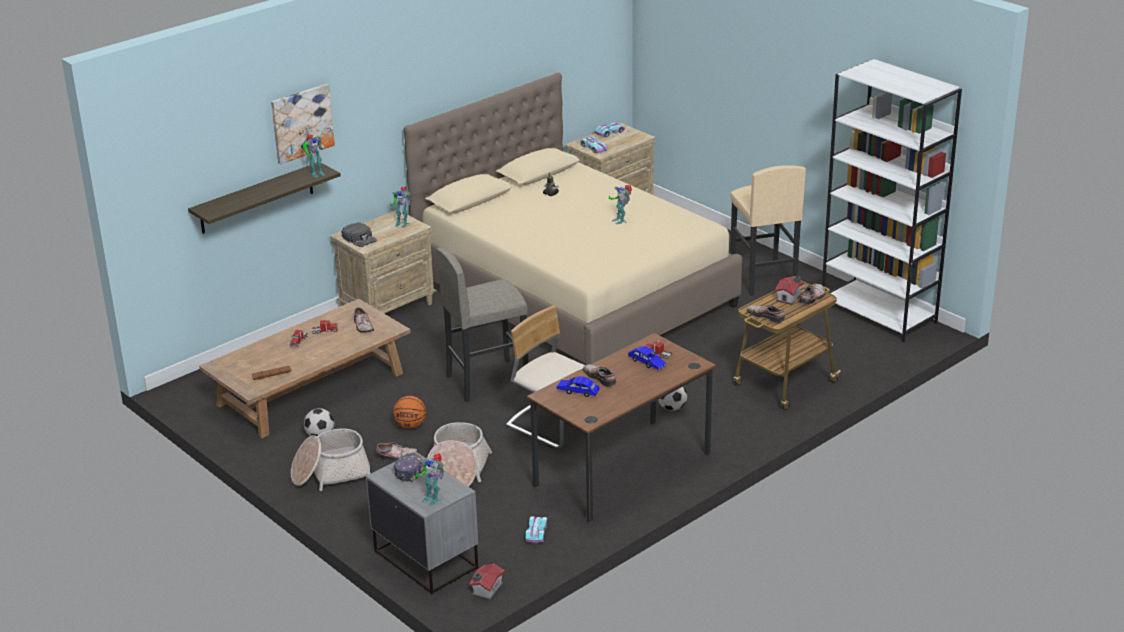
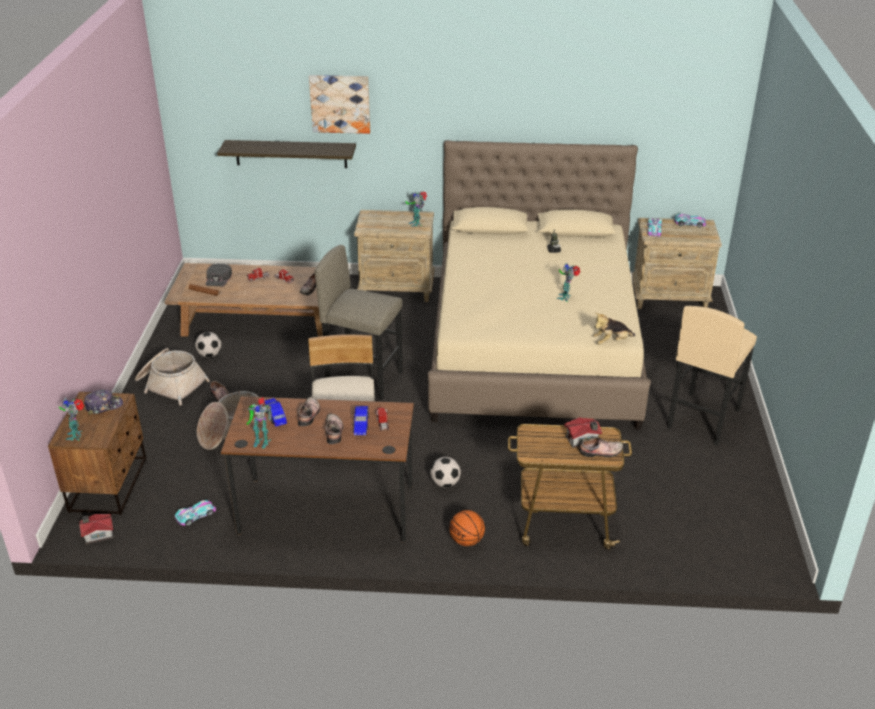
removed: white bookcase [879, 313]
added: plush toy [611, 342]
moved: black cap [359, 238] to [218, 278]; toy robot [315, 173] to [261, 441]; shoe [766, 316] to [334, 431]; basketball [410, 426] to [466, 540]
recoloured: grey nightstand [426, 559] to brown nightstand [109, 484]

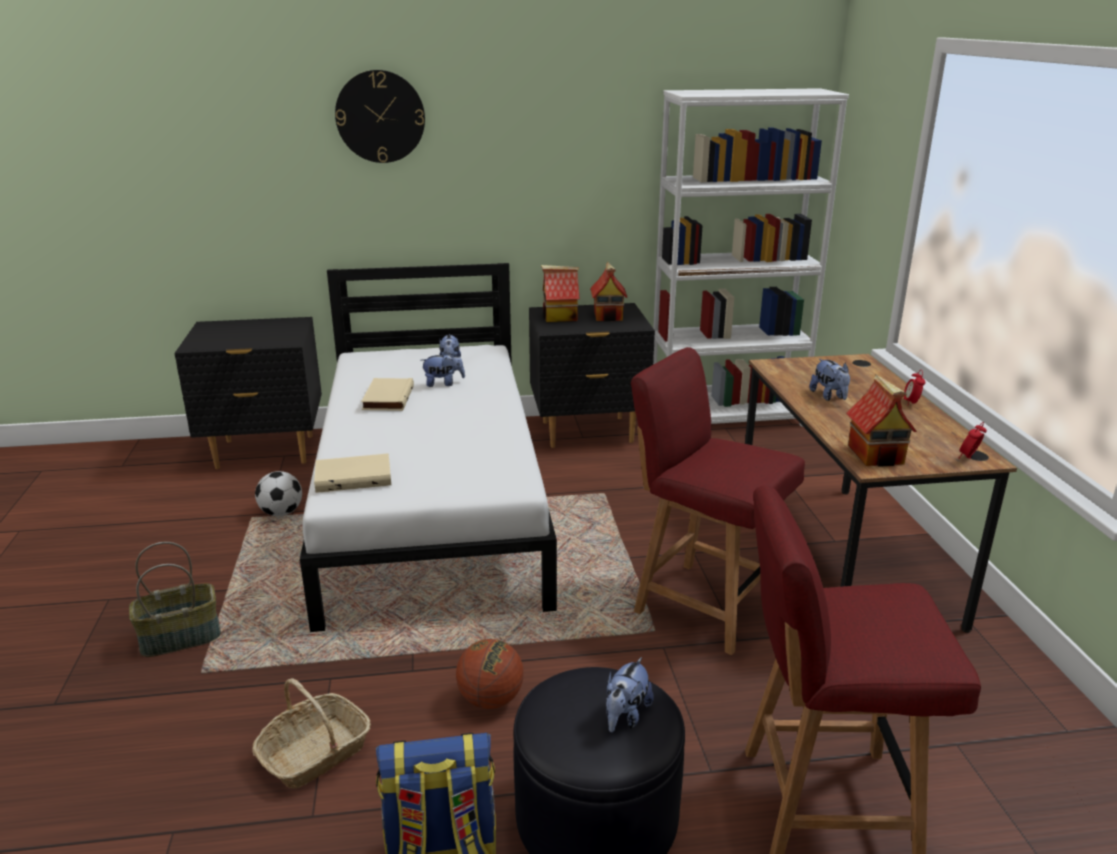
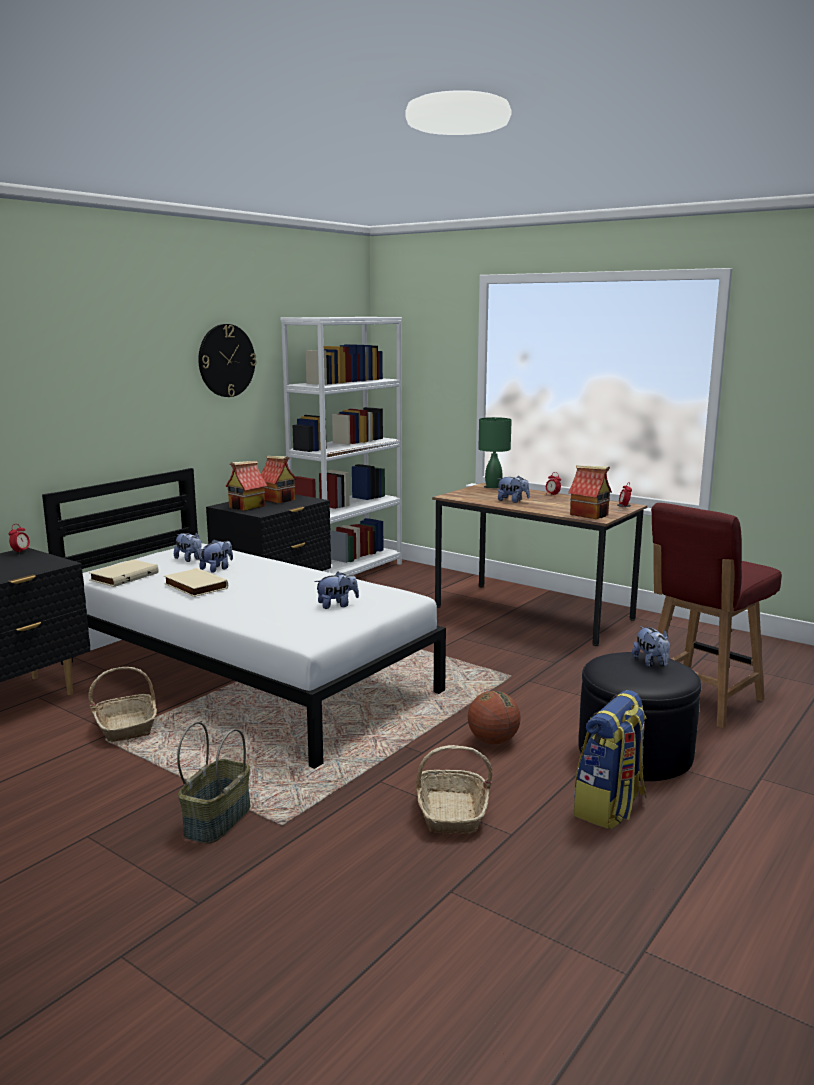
removed: red chair [703, 604]
added: alarm clock [20, 552]; plush toy [337, 605]; green table lamp [493, 486]
moved: beige book [354, 476] to [123, 576]; wall clock [380, 117] to [226, 360]
replaced: football [281, 513] to basket [126, 727]

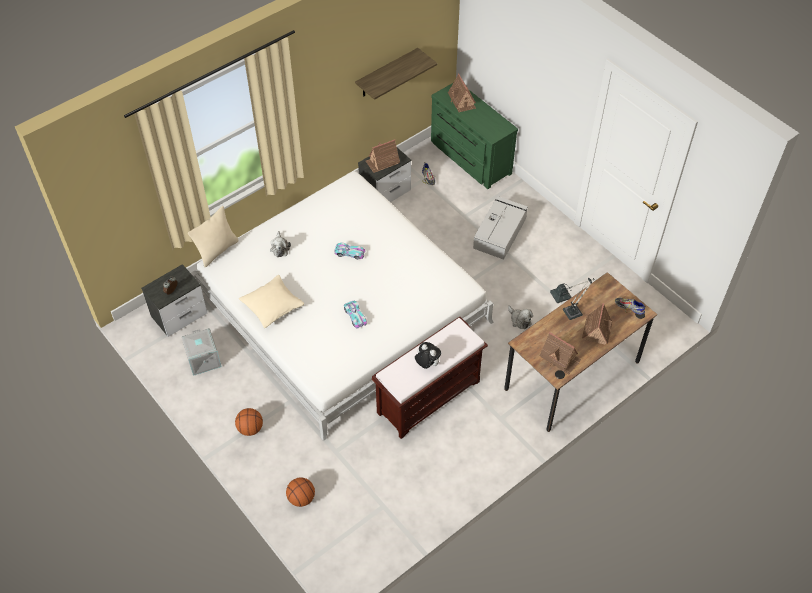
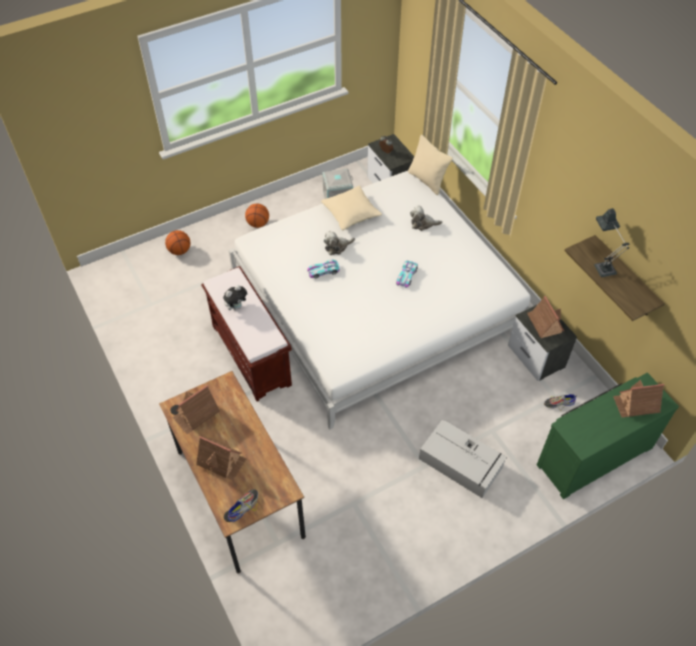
moved: plush toy [519, 320] to [337, 247]; table lamp [568, 314] to [602, 266]

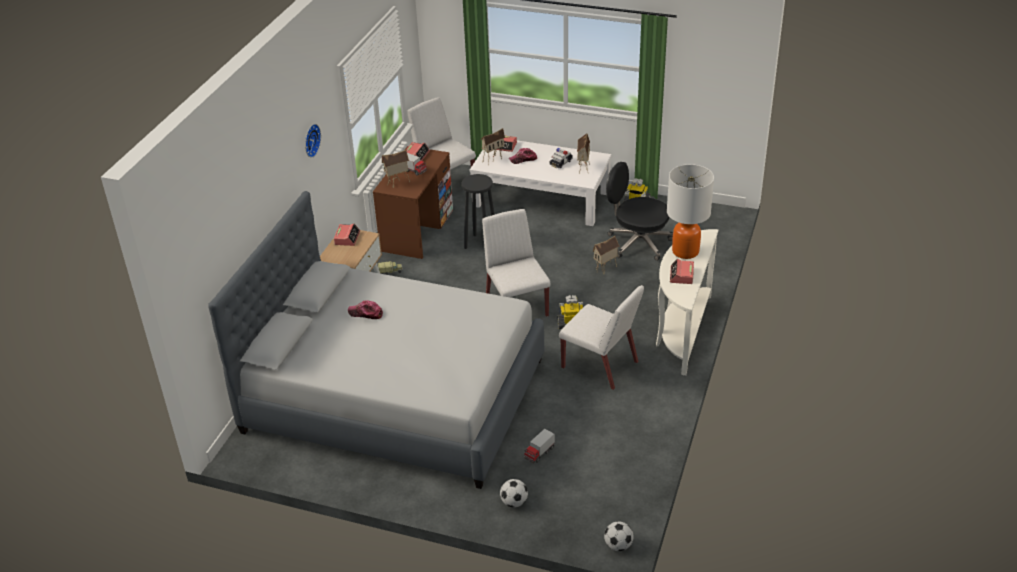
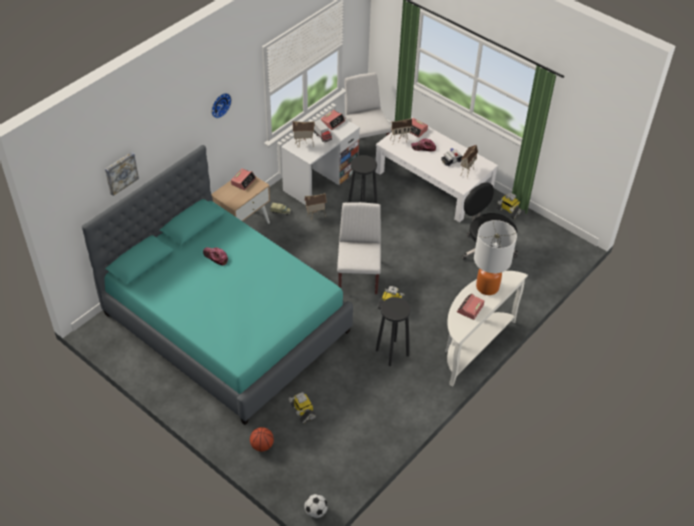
added: picture [120, 173]
moved: toy house [606, 269] to [315, 216]
replaced: football [514, 502] to basketball [262, 445]; toy truck [539, 453] to toy robot [302, 412]; white chair [600, 365] to black stool [392, 353]
recoloured: grey bed [395, 395] to turquoise bed [227, 322]; brown desk [417, 230] to white desk [320, 180]

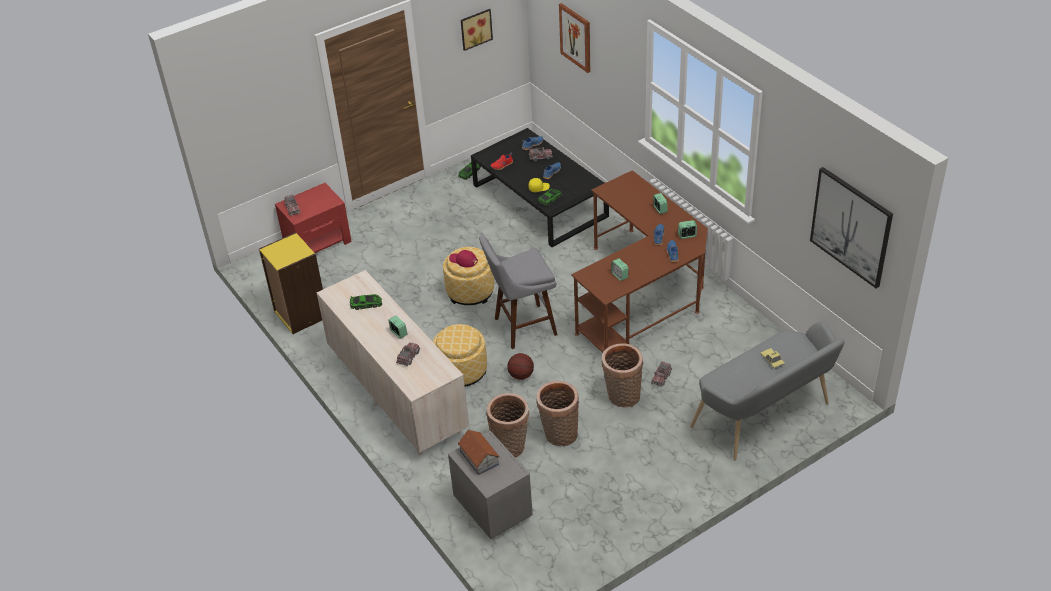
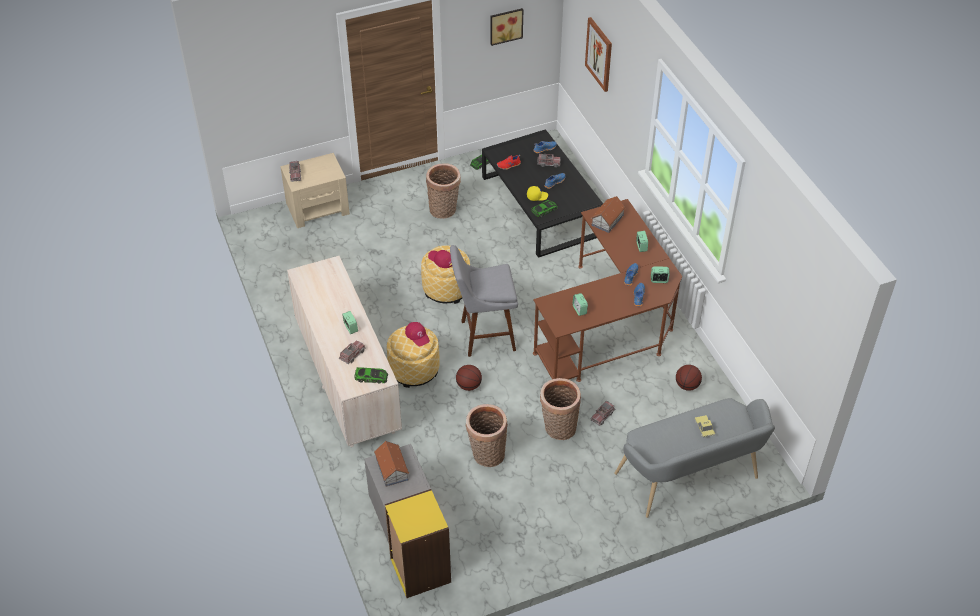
removed: picture [851, 226]
added: red cap [417, 335]; toy house [608, 220]; basketball [687, 385]
moved: toy car [366, 304] to [371, 377]; yellow bookcase [300, 314] to [419, 570]; basket [510, 447] to [444, 210]
recoloured: red nightstand [318, 242] to beige nightstand [318, 208]

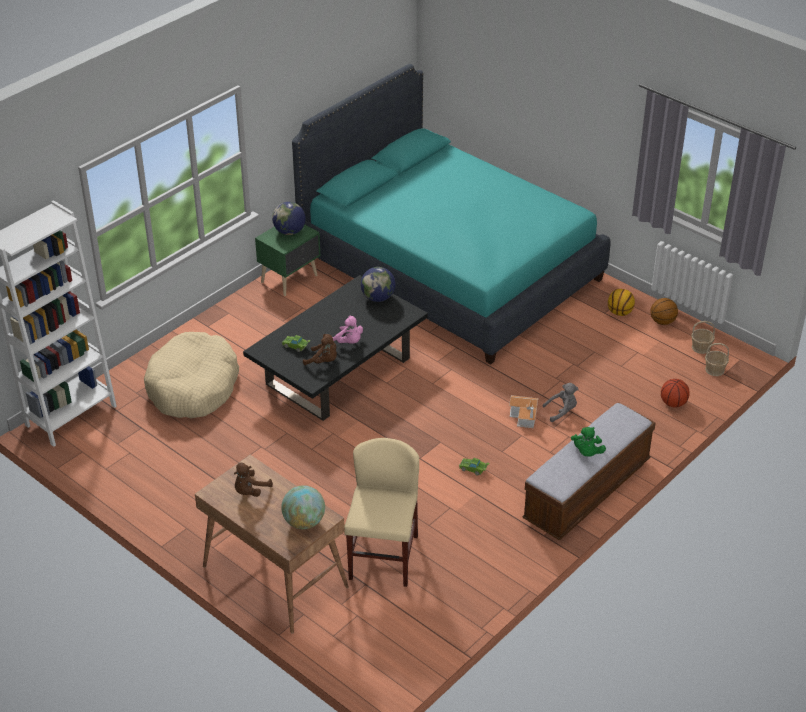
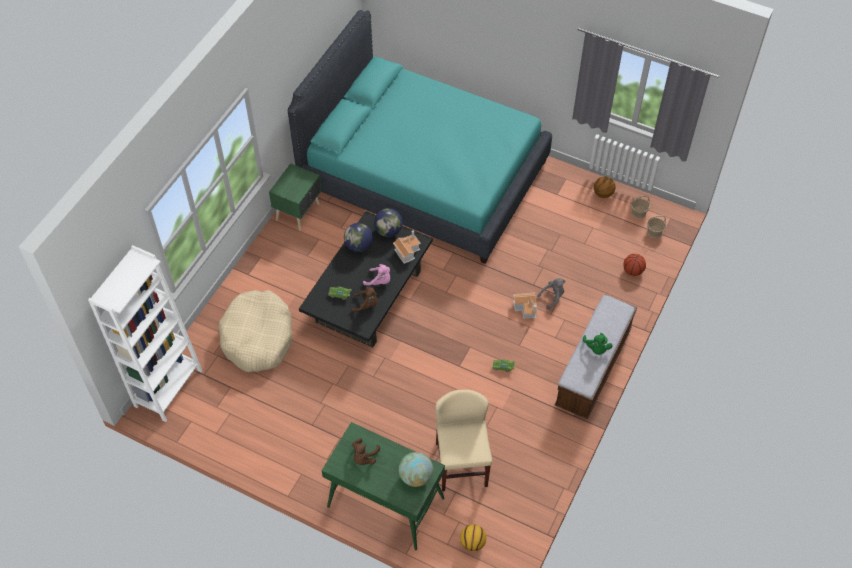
added: toy house [407, 251]
moved: globe [289, 232] to [359, 246]; basketball [619, 312] to [472, 543]
recoloured: brown desk [274, 577] to green desk [385, 503]

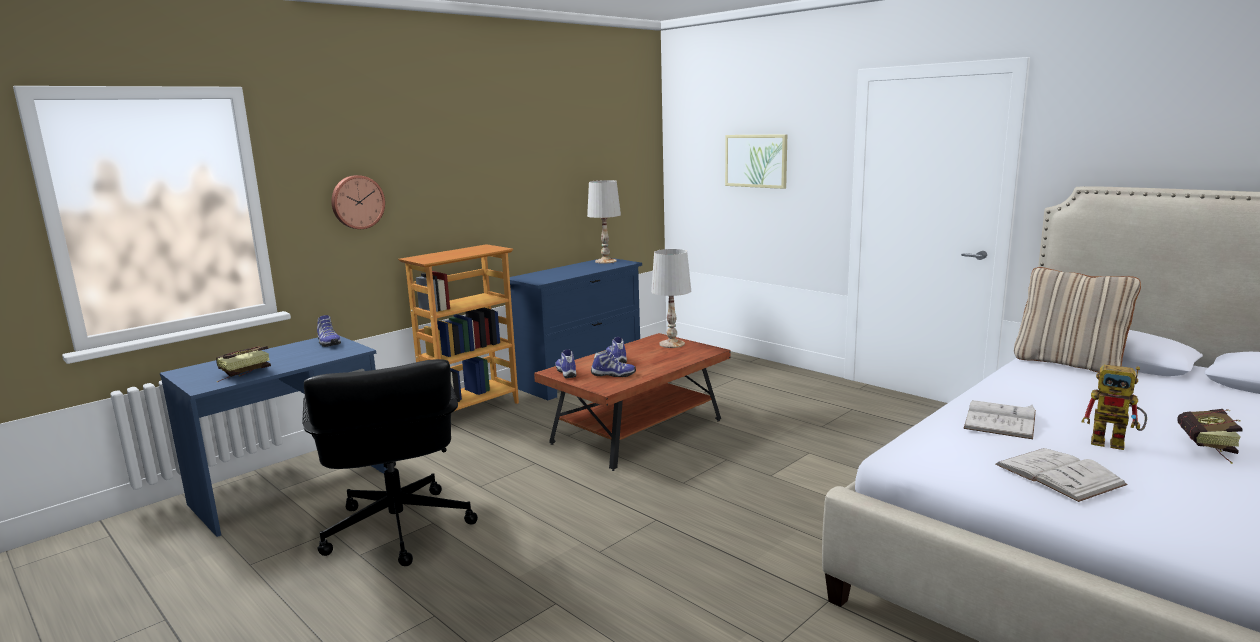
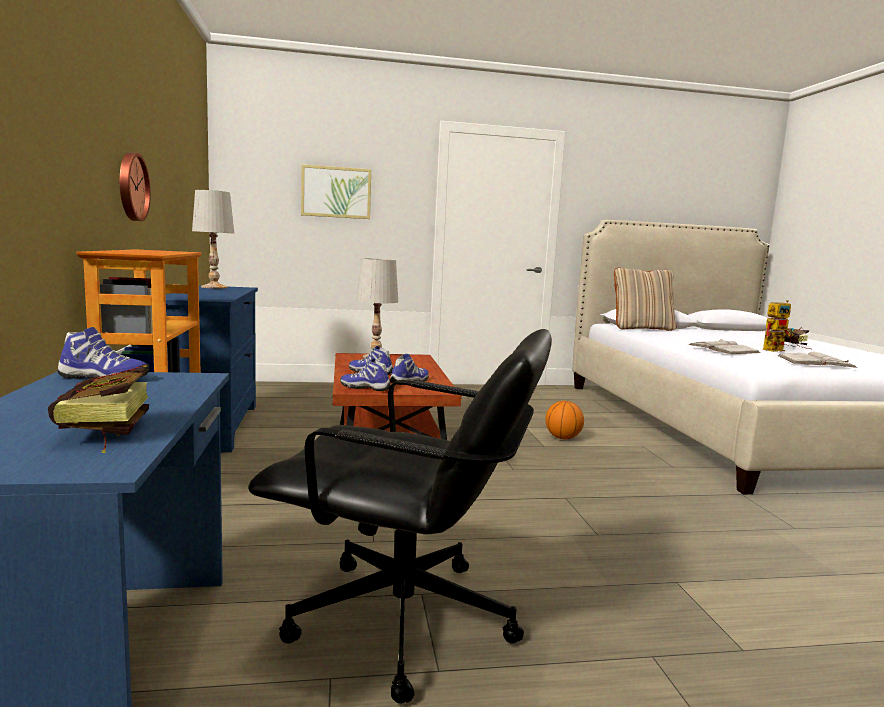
added: basketball [562, 438]
moved: wall clock [357, 202] to [131, 187]

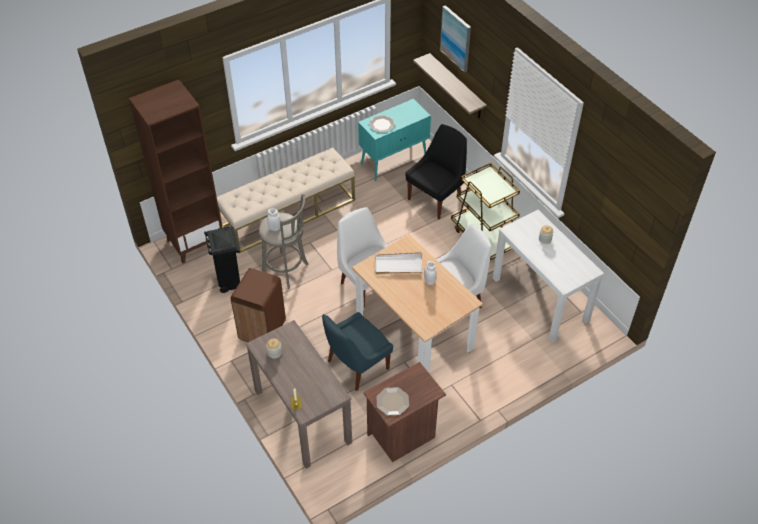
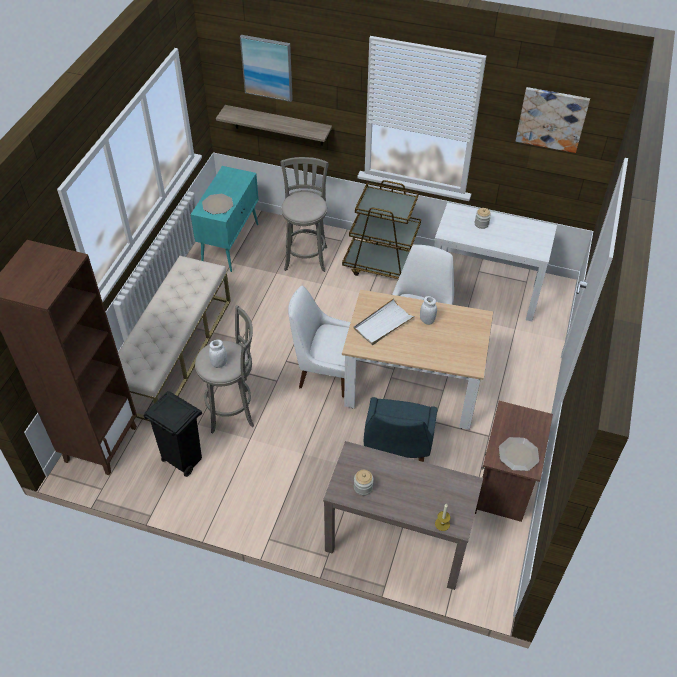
removed: brown trash can [263, 330]
added: picture [552, 119]
replaced: black chair [436, 199] to grey stool [306, 256]

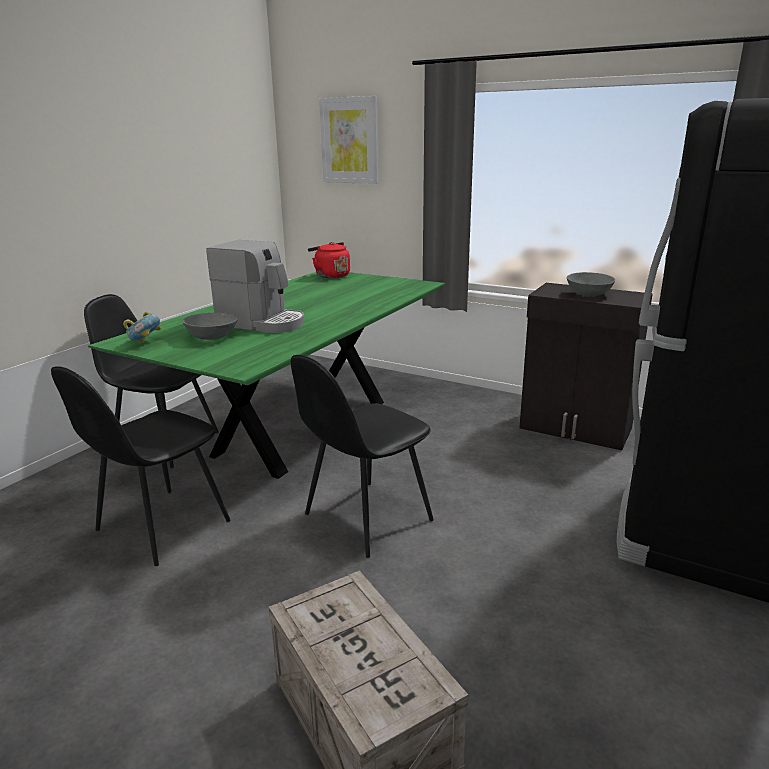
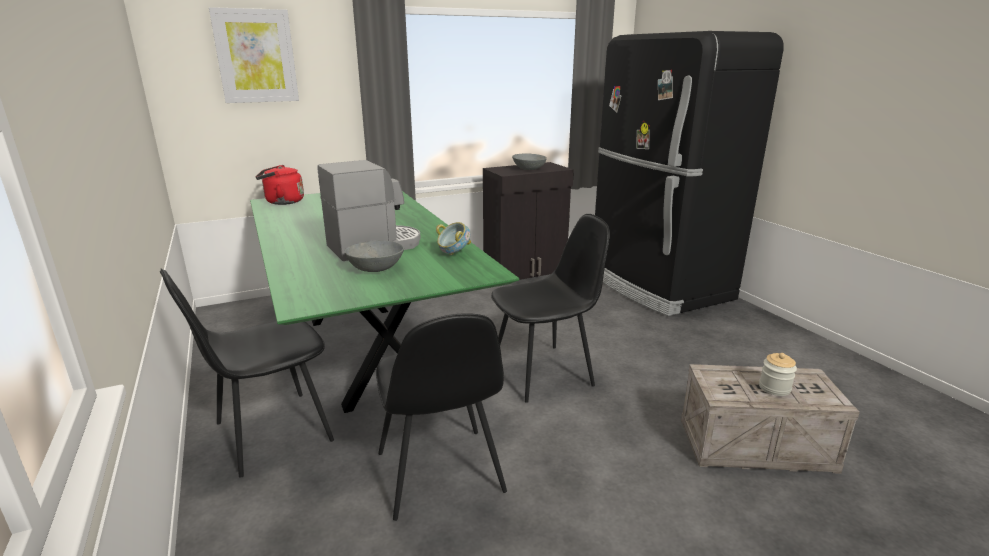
added: jar [774, 388]
moved: bowl [145, 342] to [453, 253]
turned: black chair [365, 518] = [544, 372] 105 degrees counterclockwise

